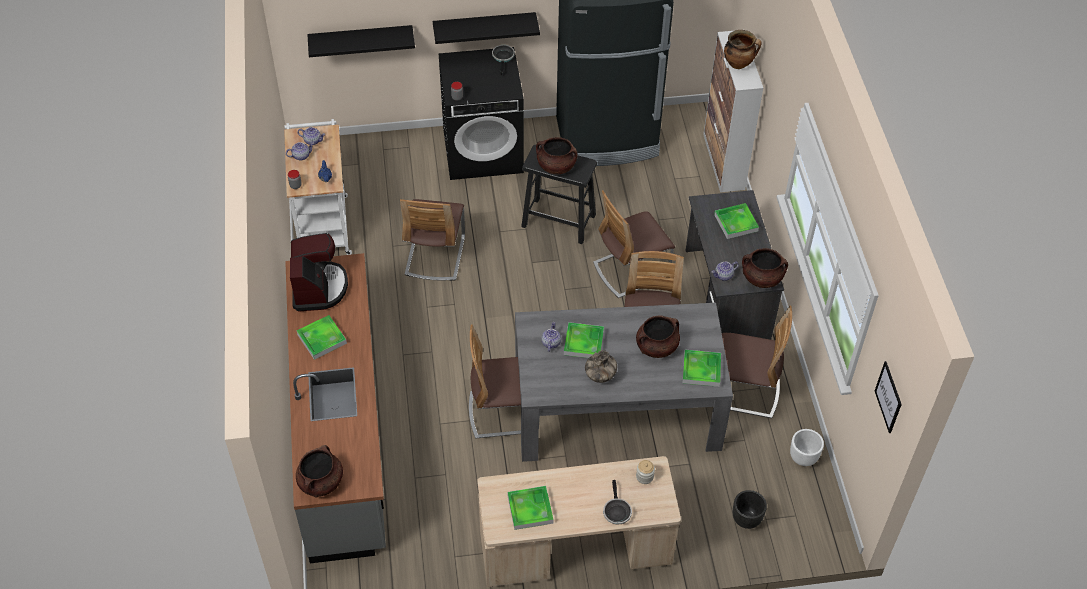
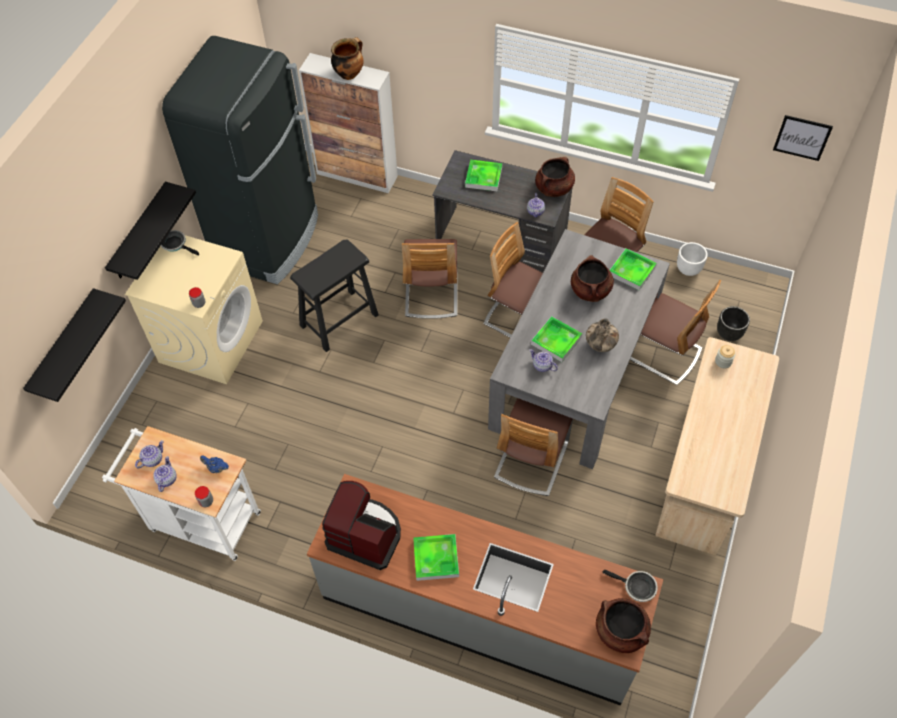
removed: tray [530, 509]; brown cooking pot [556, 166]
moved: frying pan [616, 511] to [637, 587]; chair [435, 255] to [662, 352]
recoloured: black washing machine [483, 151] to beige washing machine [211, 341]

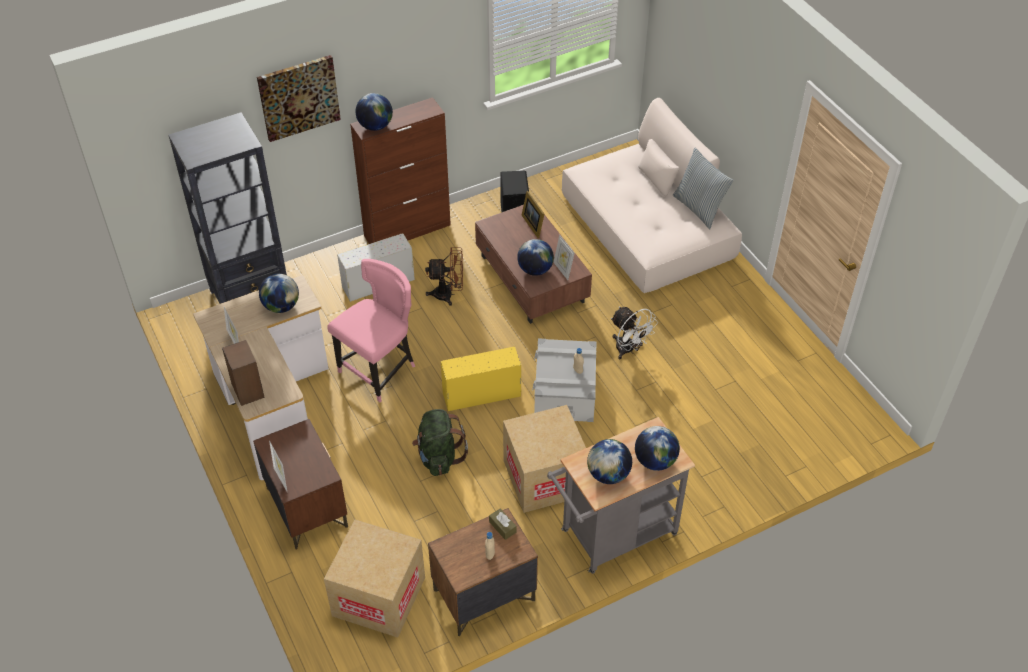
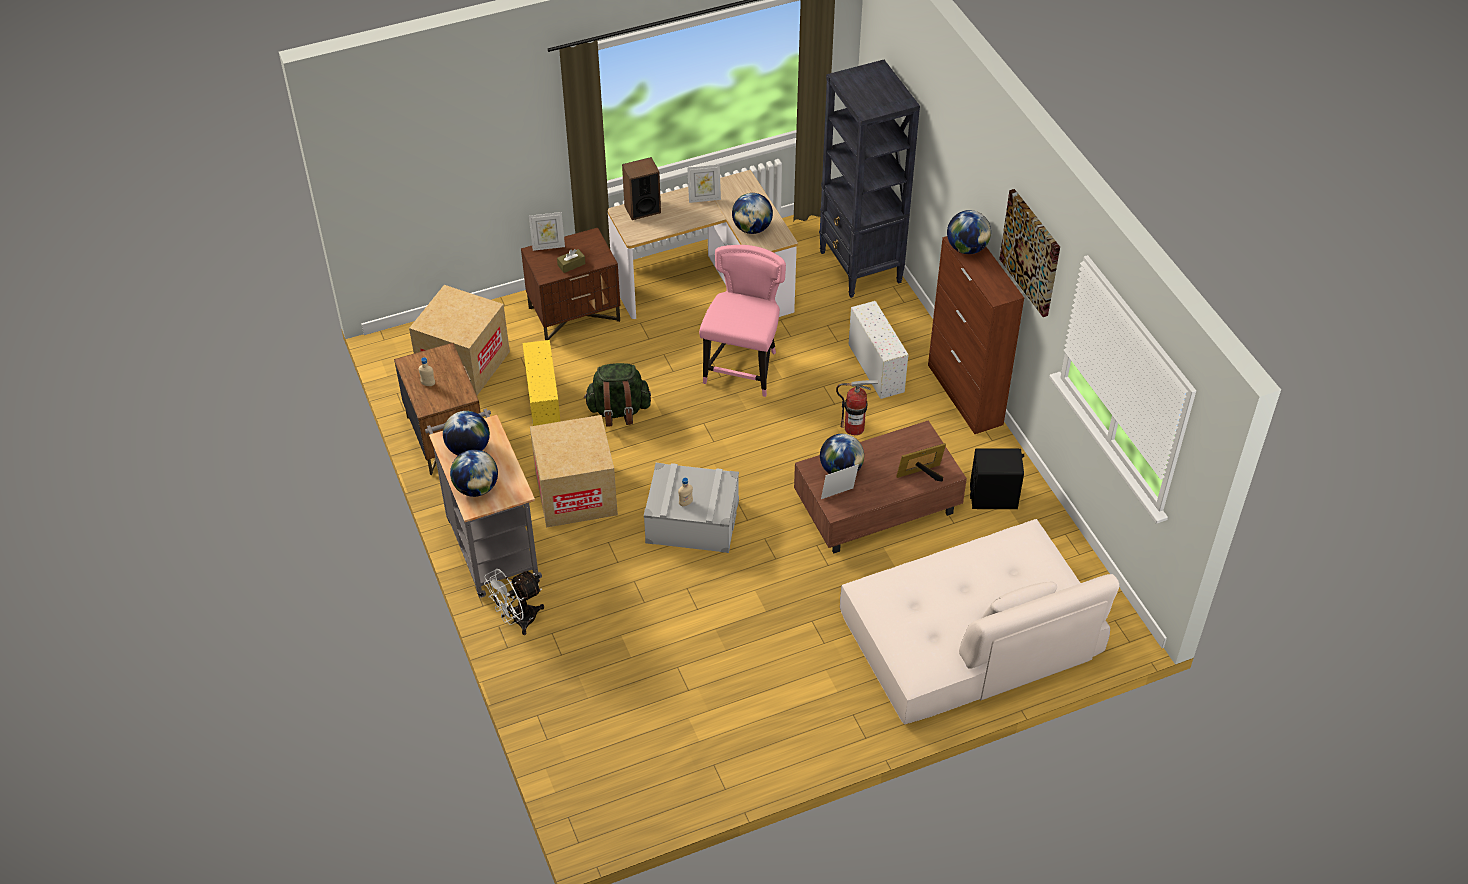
removed: pillow [699, 208]
moved: white fan [629, 350] to [518, 620]; yellow storage box [480, 395] to [544, 407]; brown tissue box [502, 527] to [571, 264]; picture [299, 97] to [1031, 252]
replaced: brown fan [448, 294] to fire extinguisher [854, 427]
turned: pink chair [380, 370] = [743, 368] 120 degrees counterclockwise

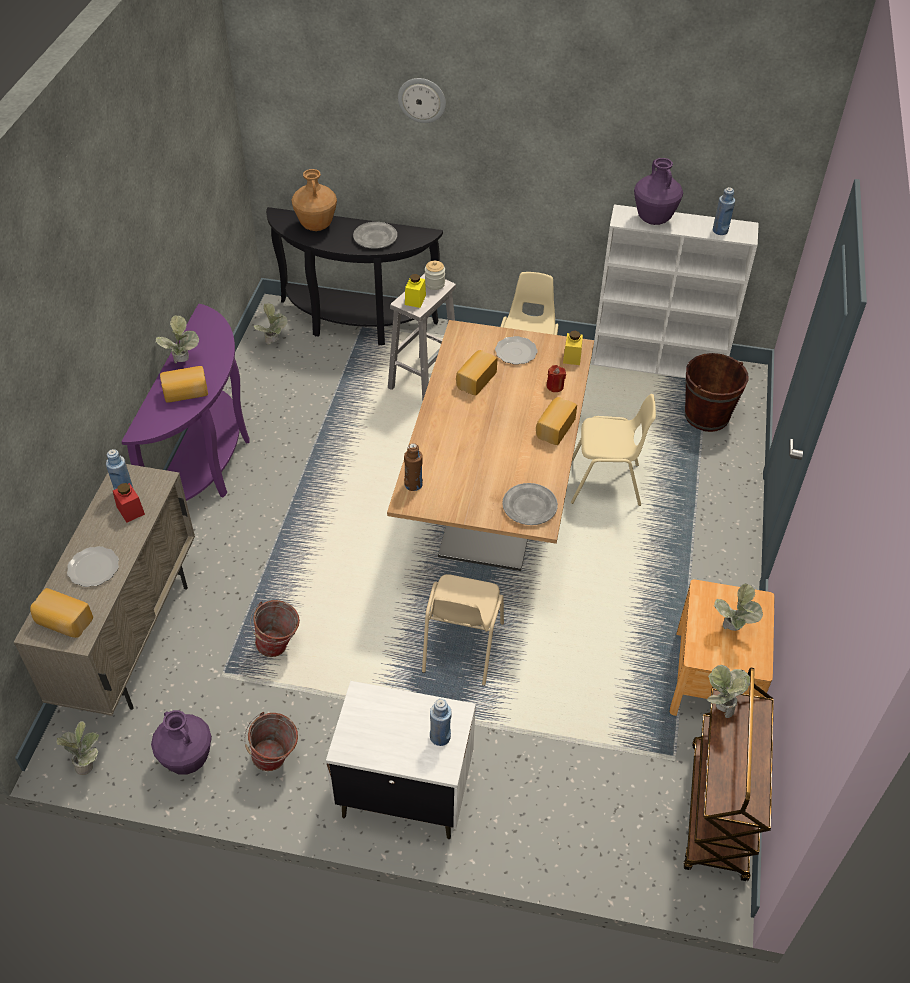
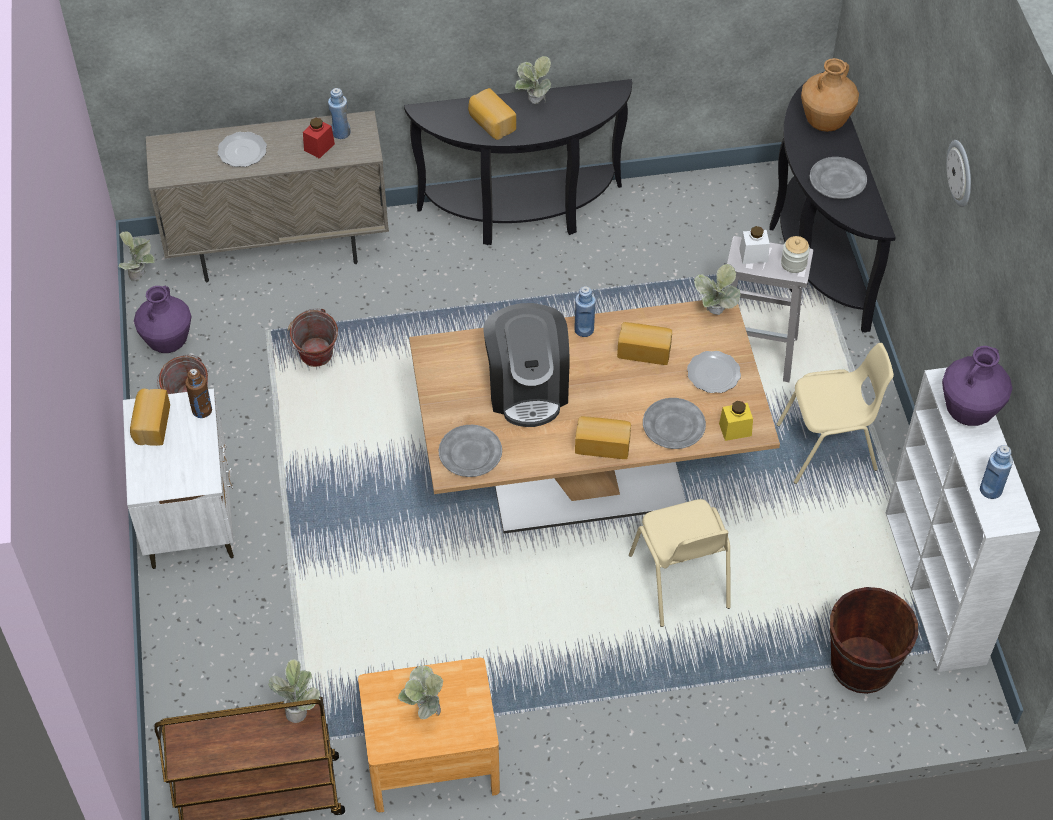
removed: beige chair [461, 648]
added: coffee machine [527, 388]
moved: bread [63, 622] to [151, 425]; brown bottle [413, 484] to [202, 410]; blue bottle [440, 737] to [584, 329]; potted plant [274, 343] to [714, 314]; wall clock [422, 100] to [961, 173]
replaced: red candle [555, 386] to grey plate [673, 426]
recoloured: purple console table [209, 464] to black console table [523, 215]; yellow jar [415, 300] to white jar [753, 255]

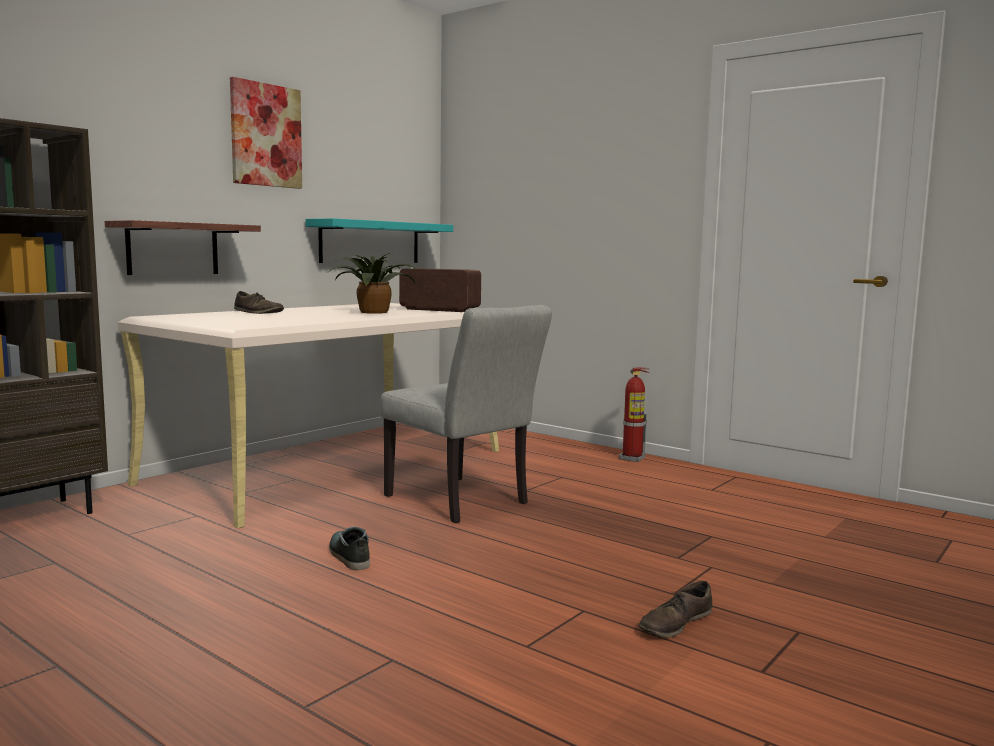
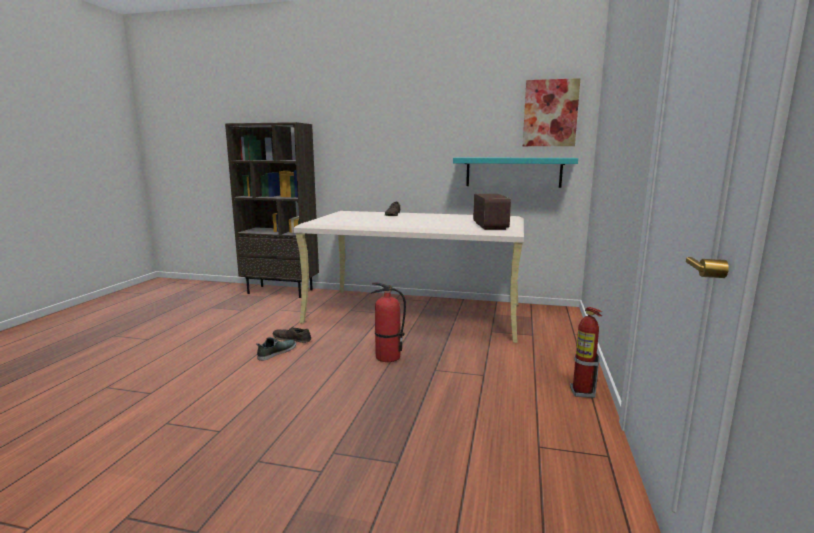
removed: shelf [173, 249]; potted plant [372, 312]
moved: brown shoe [675, 623] to [292, 339]; picture [266, 135] to [550, 113]
replaced: grey chair [463, 502] to fire extinguisher [387, 357]

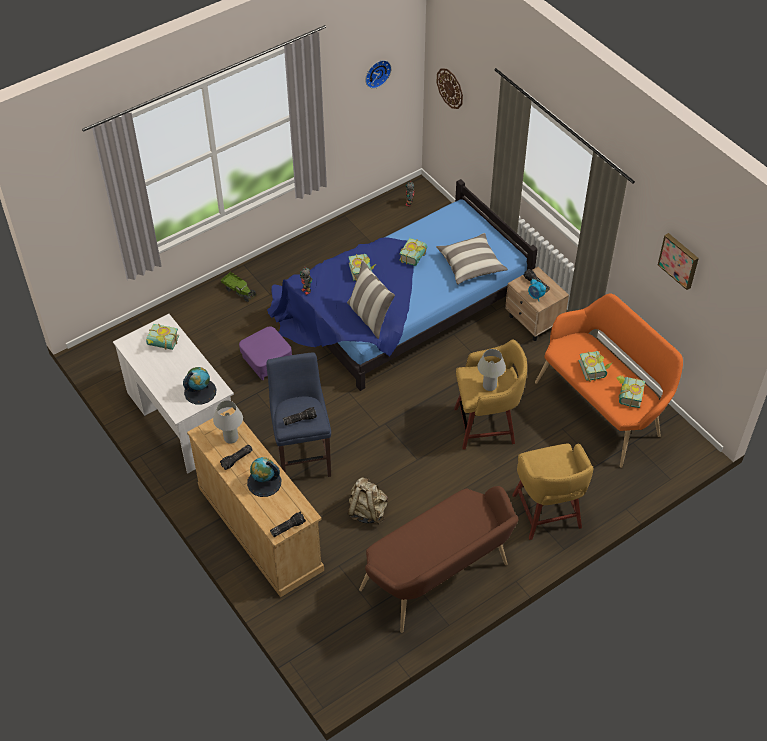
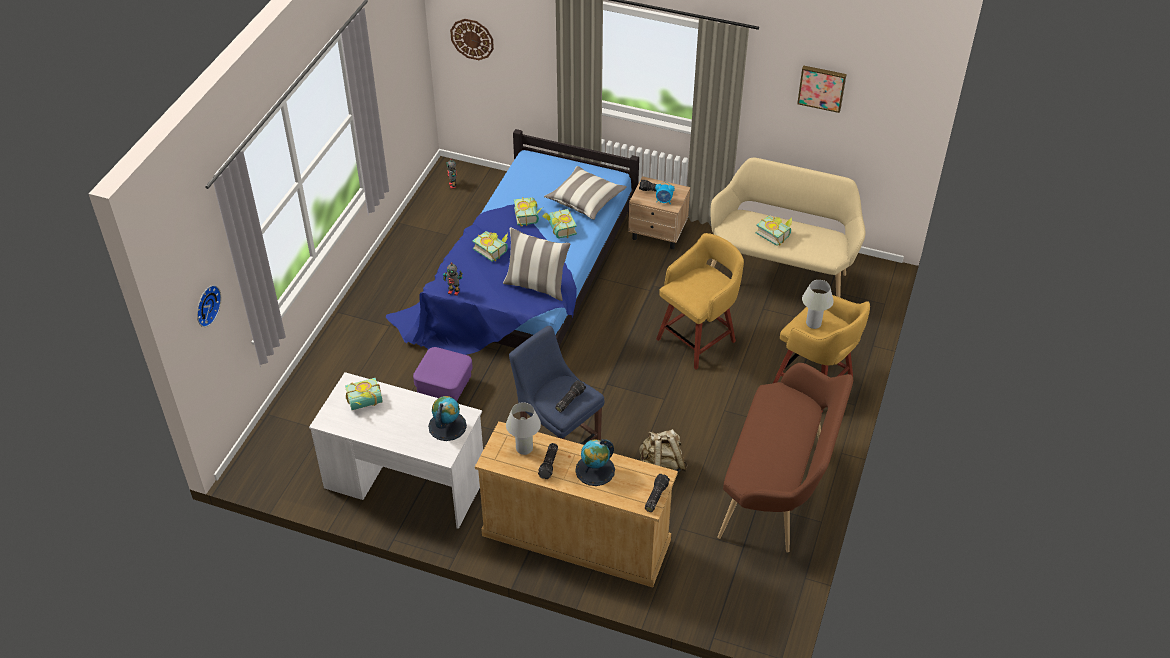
removed: toy truck [239, 291]
moved: wall clock [376, 73] to [205, 305]; book [627, 396] to [559, 230]; white table lamp [489, 386] to [813, 323]
recoloured: orange bench [603, 408] to beige bench [780, 275]

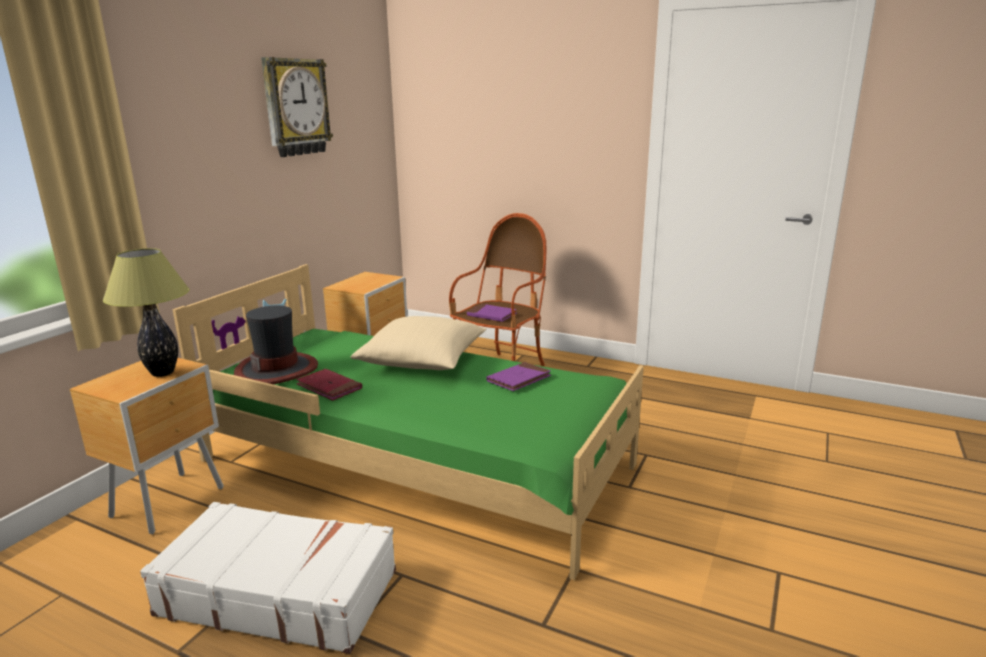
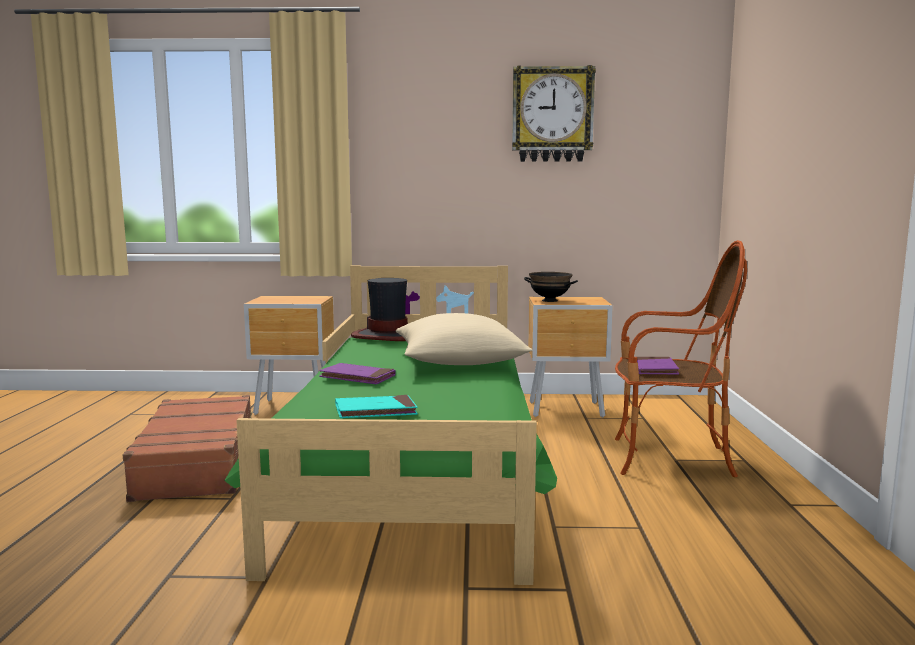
removed: table lamp [163, 373]; red book [329, 387]
added: turquoise book [375, 411]; black bowl [550, 300]
moved: purple book [519, 379] to [357, 377]
recoloured: white suitcase [279, 591] to brown suitcase [199, 463]

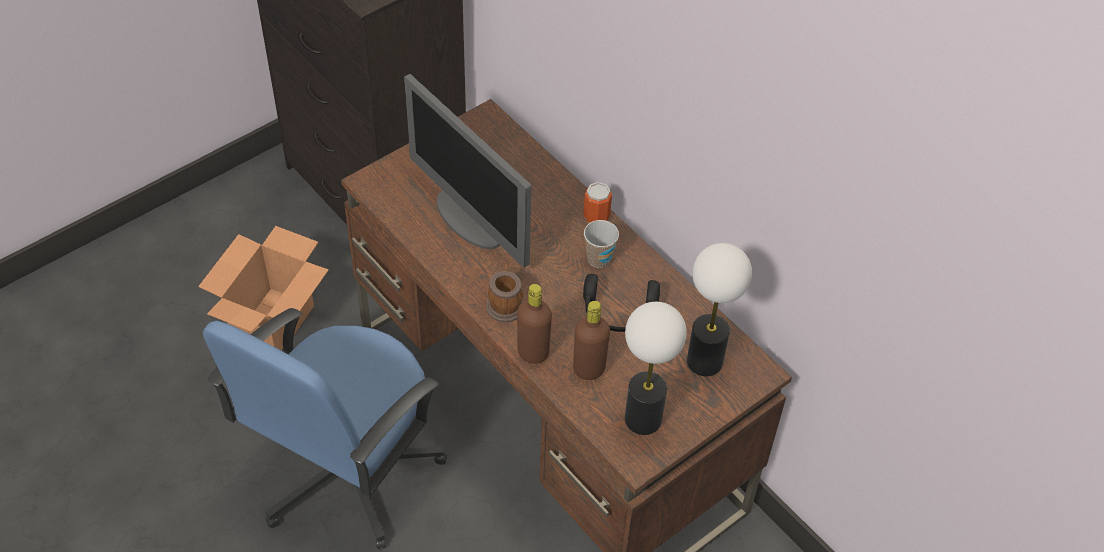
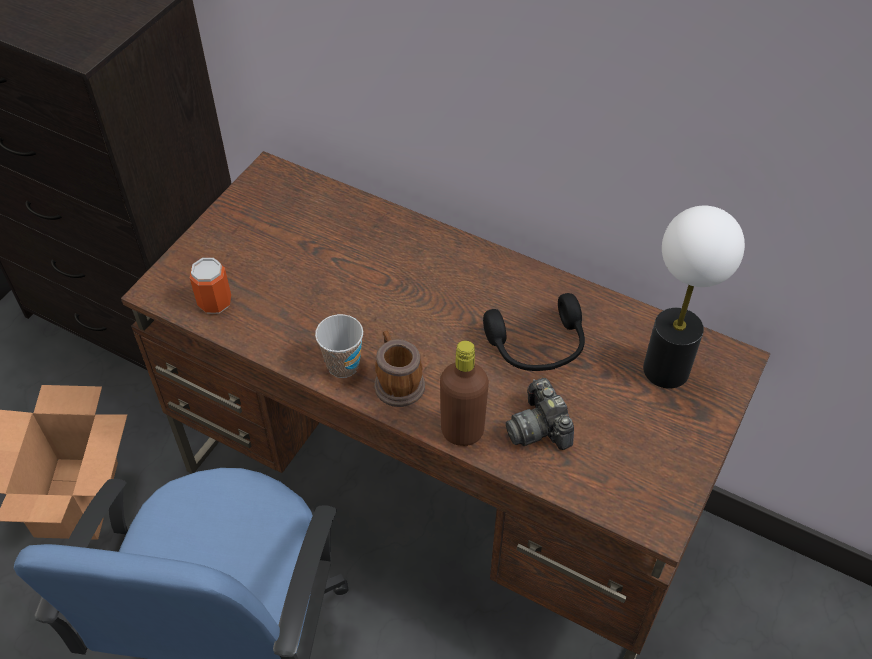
removed: monitor [469, 220]; table lamp [642, 418]
moved: can [596, 217] to [215, 302]; cup [599, 259] to [343, 365]
replaced: brown bottle [589, 369] to photo camera [539, 427]

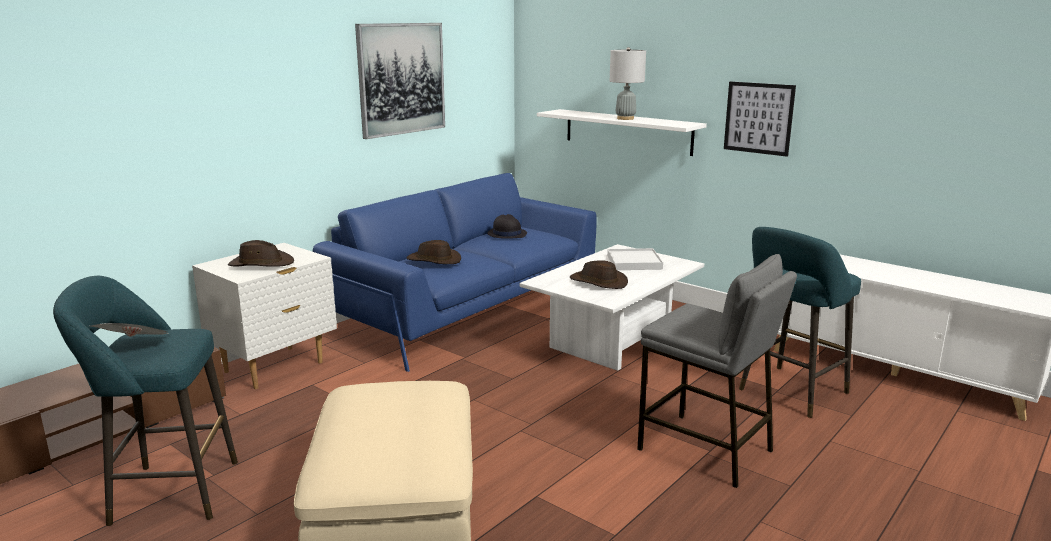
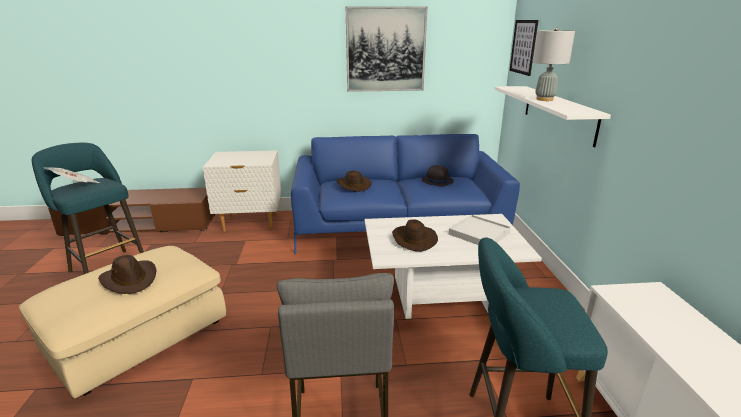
moved: brown hat [261, 264] to [130, 279]; picture [758, 118] to [523, 47]

